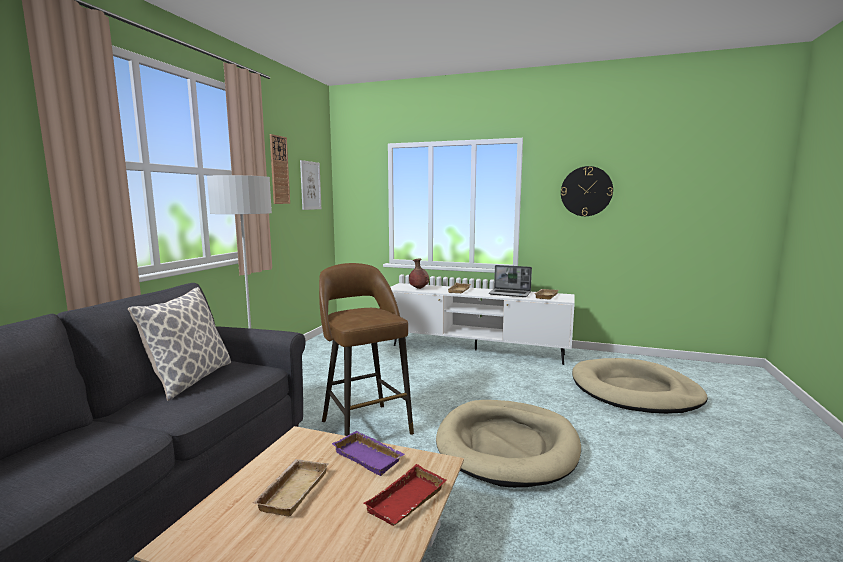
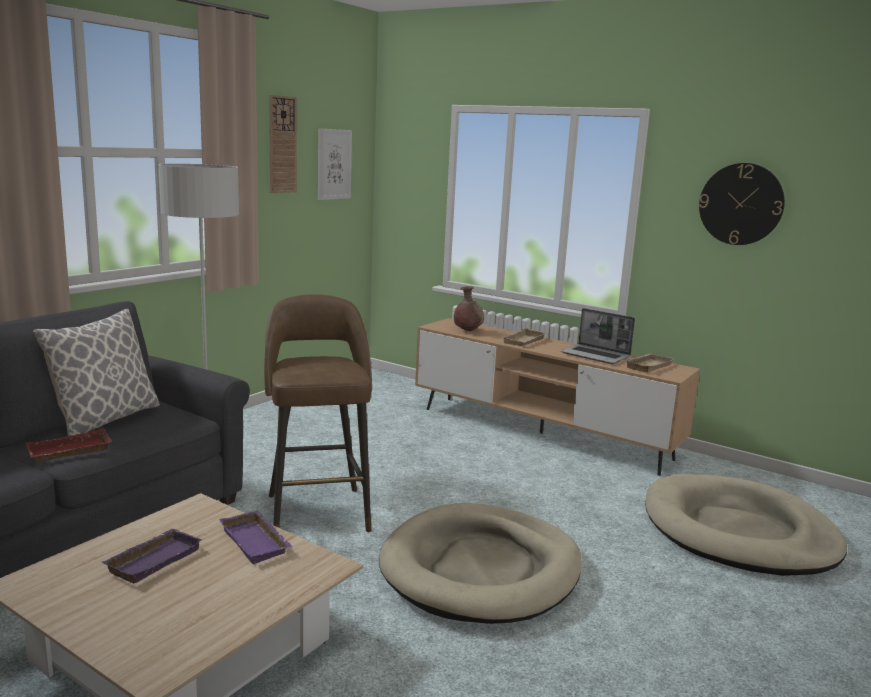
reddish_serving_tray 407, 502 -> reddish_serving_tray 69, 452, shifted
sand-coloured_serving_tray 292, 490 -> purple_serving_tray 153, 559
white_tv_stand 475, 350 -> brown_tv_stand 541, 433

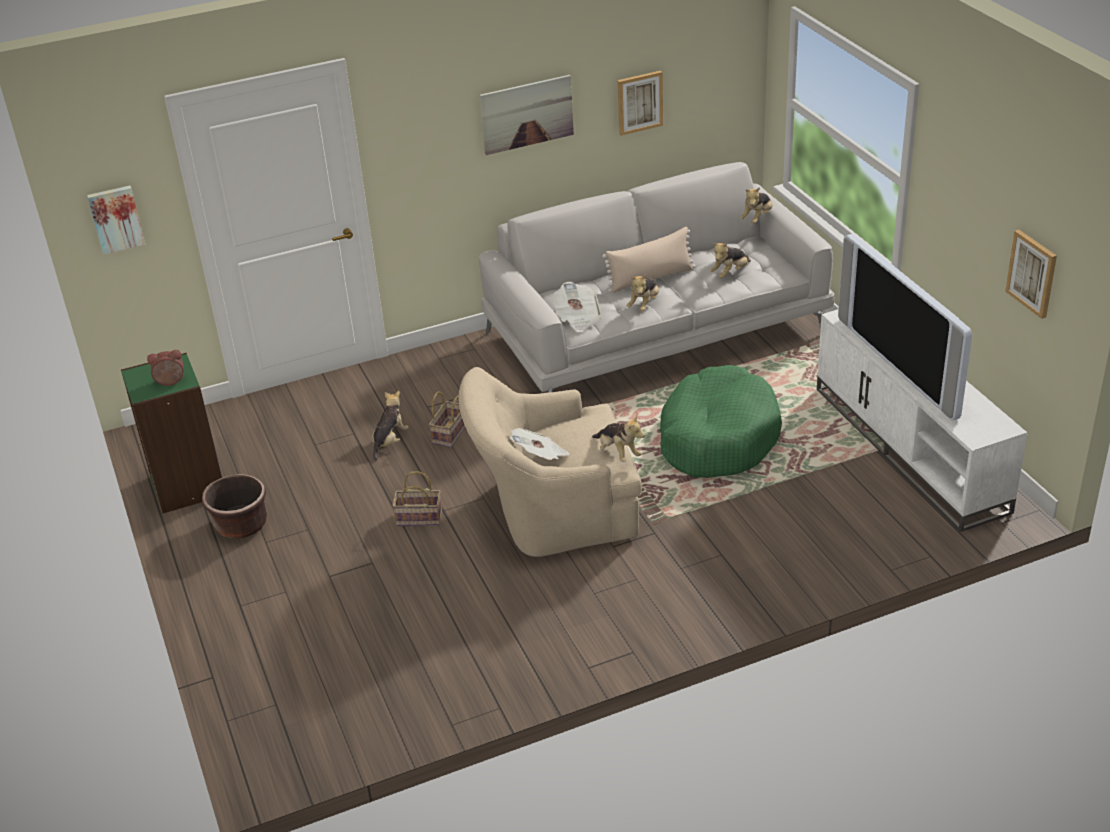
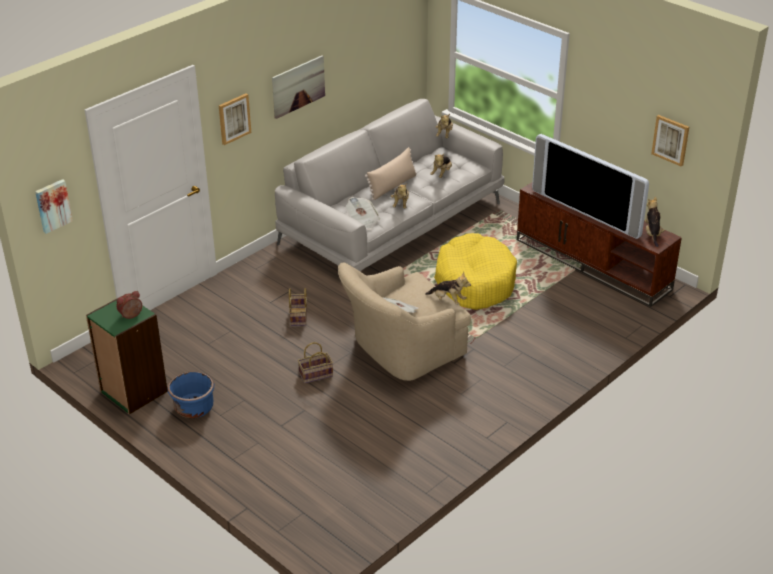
brown_plant_pot 241, 525 -> blue-coloured_plant_pot 193, 408
wall_art 639, 102 -> wall_art 234, 118, shifted
green_dog_cushion 717, 437 -> yellow_dog_cushion 475, 282
white_tv_stand 911, 448 -> brown_tv_stand 593, 264
cuddly_toy 390, 441 -> cuddly_toy 652, 233, shifted

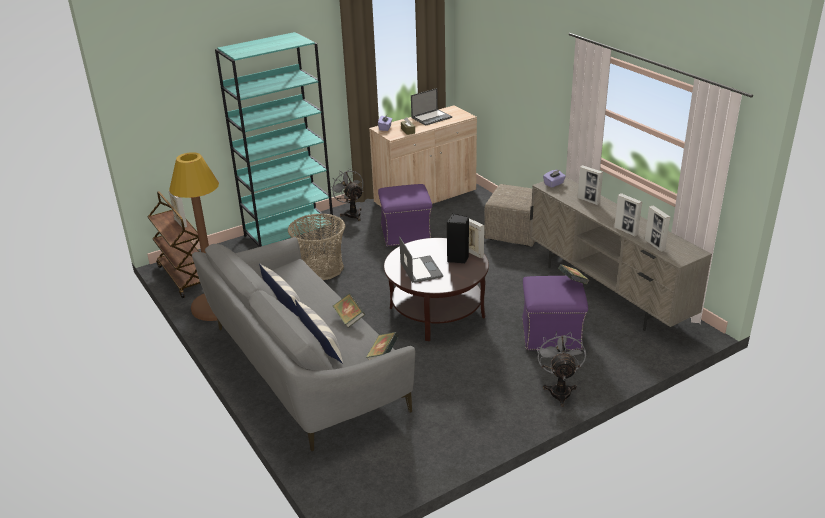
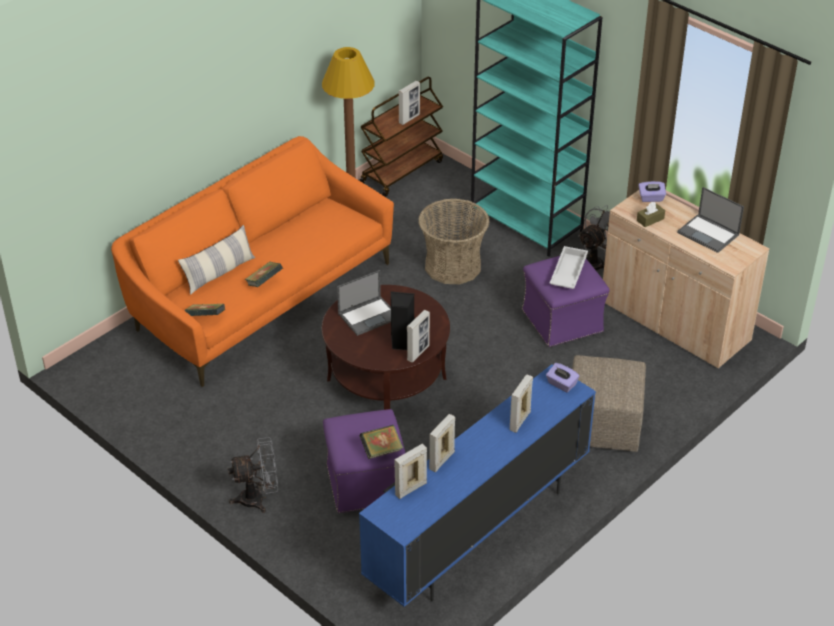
greyish_sofa 303, 367 -> orange_sofa 260, 296
sand-coloured_tv_stand 607, 292 -> blue-coloured_tv_stand 477, 533
none -> white_serving_tray 567, 272
cushion 284, 304 -> none

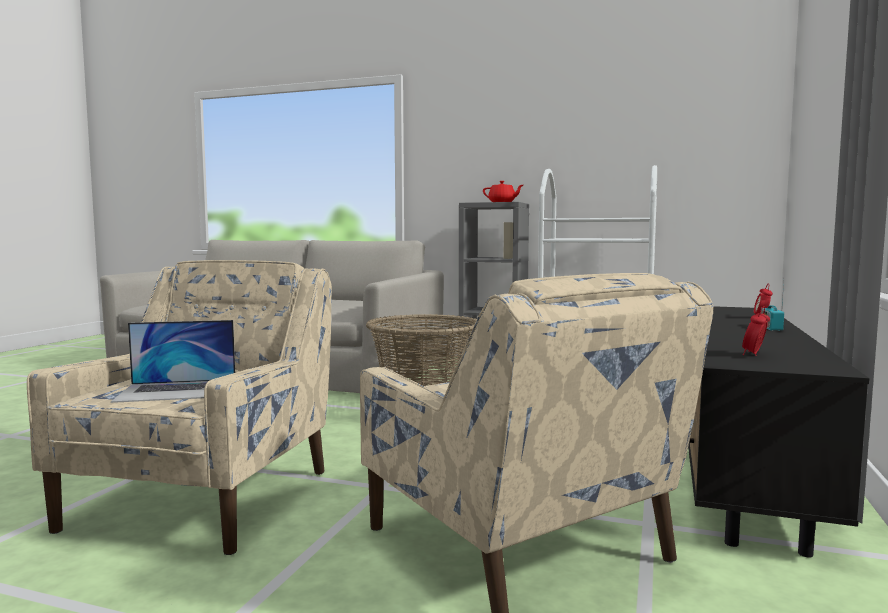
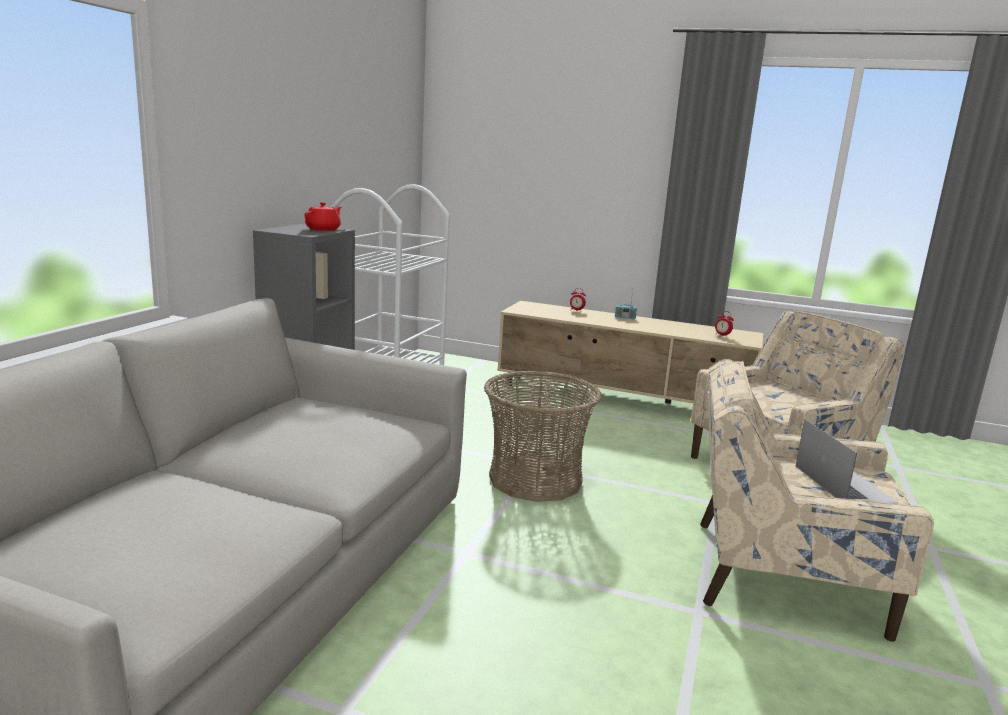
black_tv_stand 736, 461 -> sand-coloured_tv_stand 622, 400

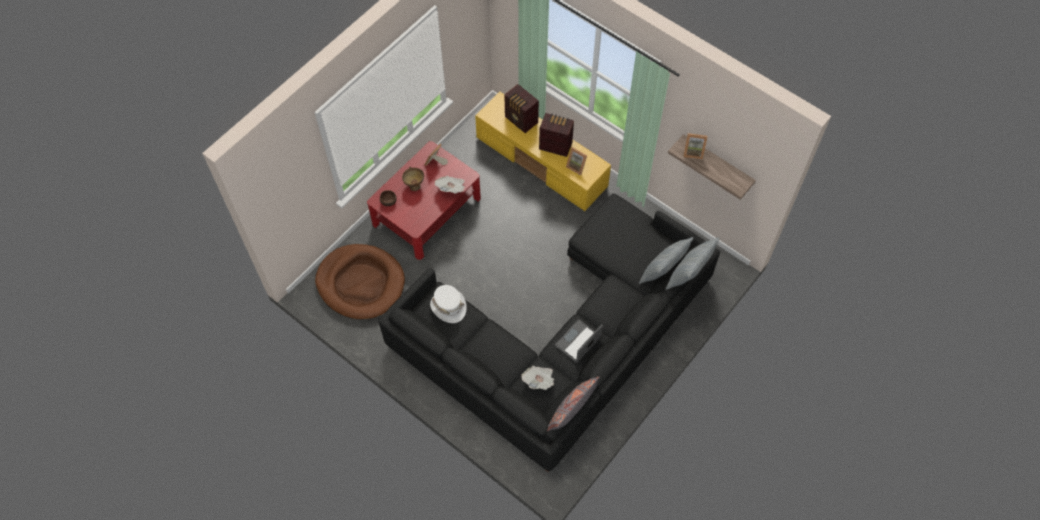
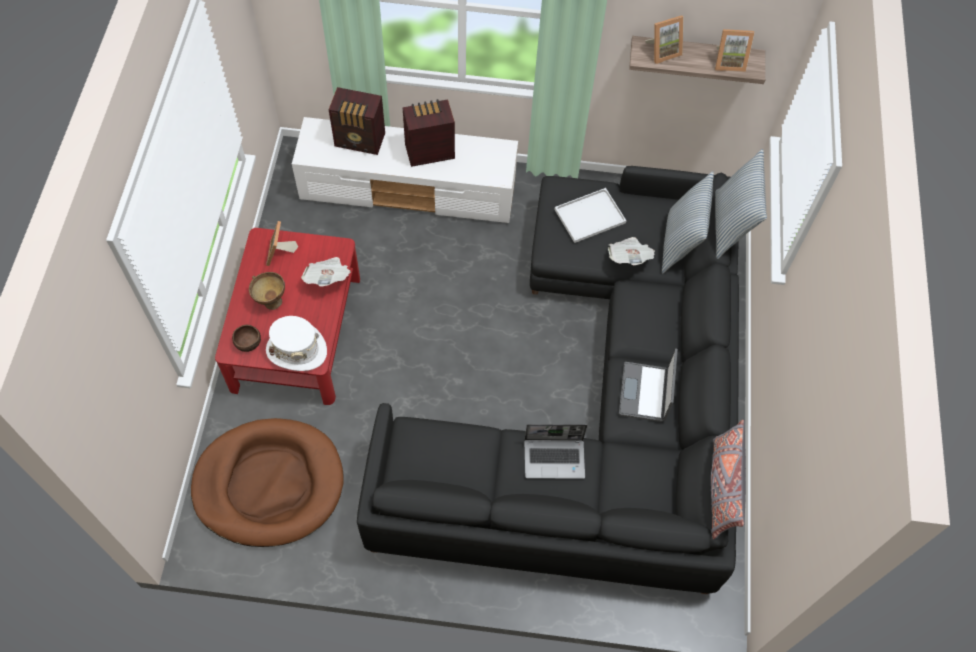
white_clothing_hat 448, 307 -> white_clothing_hat 296, 350, shifted
yellow_tv_stand 542, 163 -> white_tv_stand 410, 189
none -> notebook_computer 555, 458
none -> white_serving_tray 589, 217
daily_paper 539, 380 -> daily_paper 629, 258, shifted
photo_frame 577, 166 -> photo_frame 729, 62, shifted

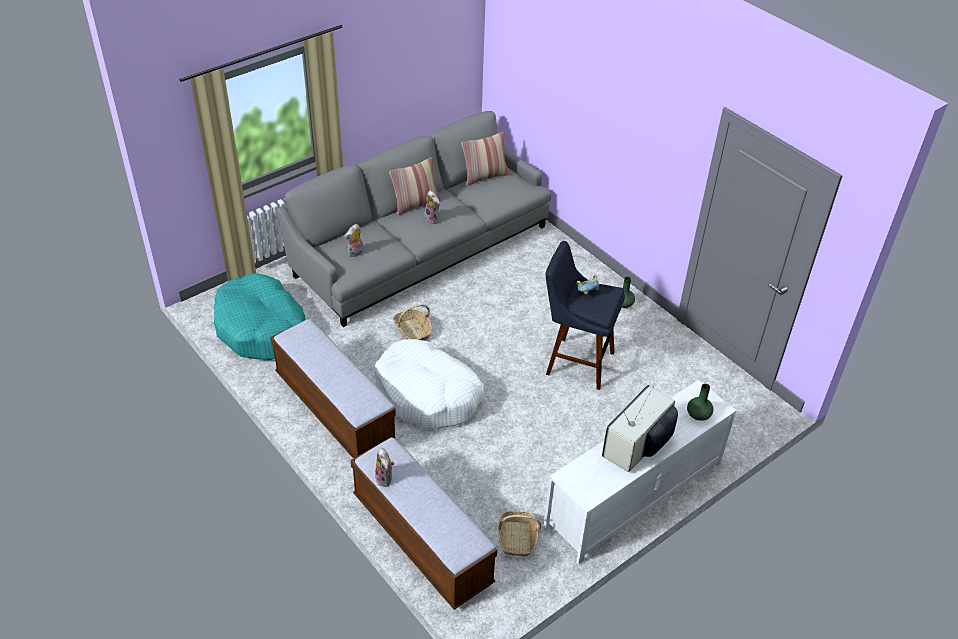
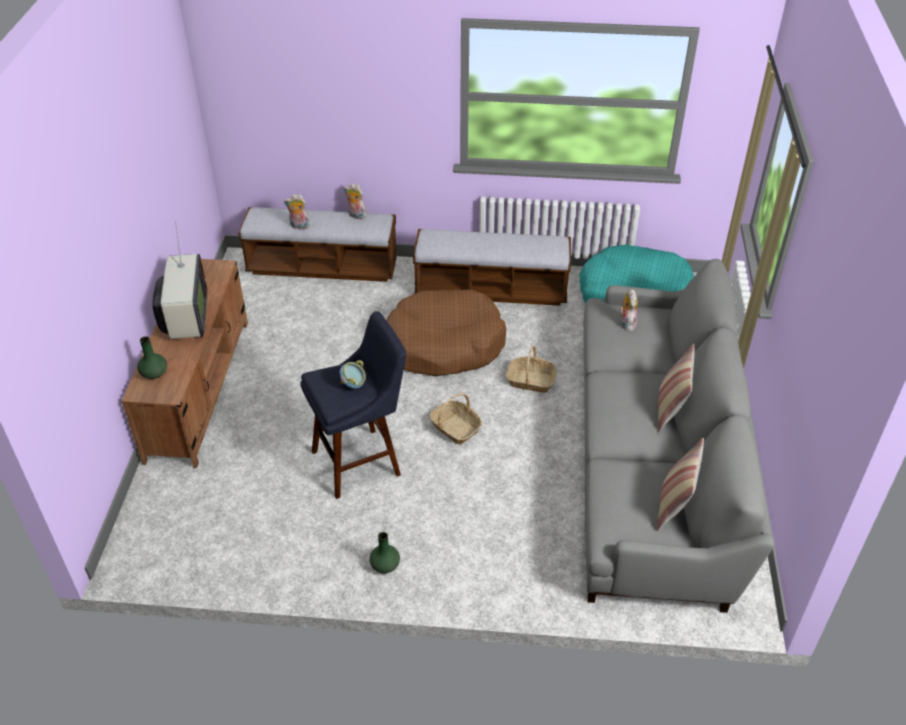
white_tv_stand 633, 495 -> brown_tv_stand 199, 388
cuddly_toy 433, 219 -> cuddly_toy 299, 226, shifted
white_dog_cushion 428, 394 -> brown_dog_cushion 444, 344
basket 517, 538 -> basket 455, 428, shifted

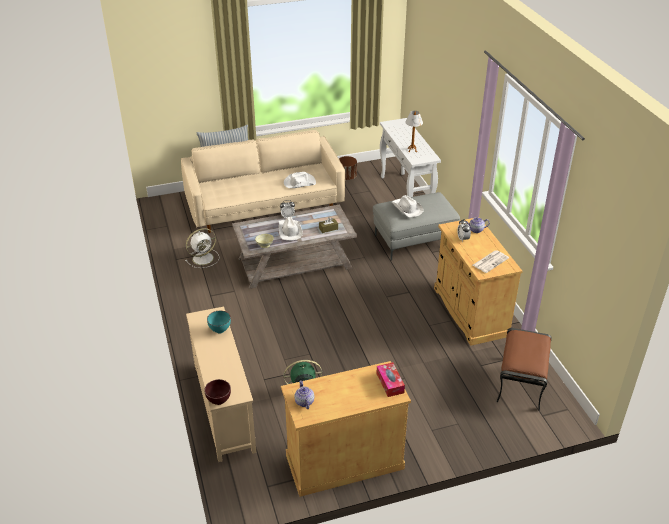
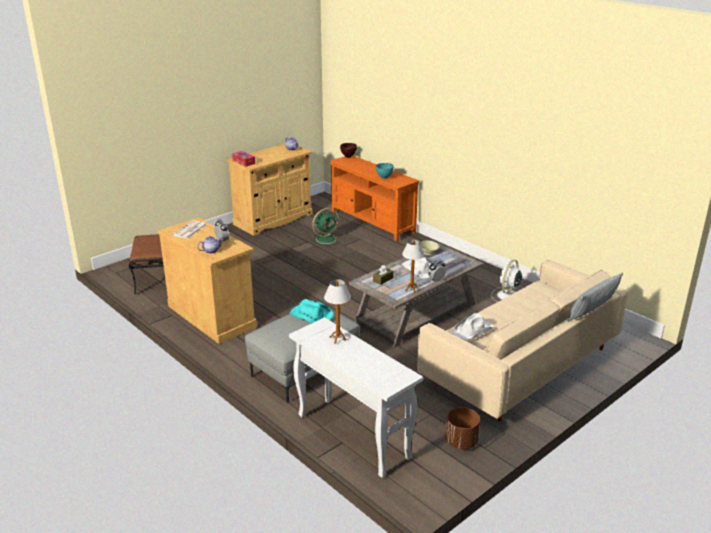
white_clothing_hat 407, 208 -> turquoise_clothing_hat 311, 315
sand-coloured_tv_stand 223, 408 -> orange_tv_stand 372, 222
none -> table_lamp 411, 289

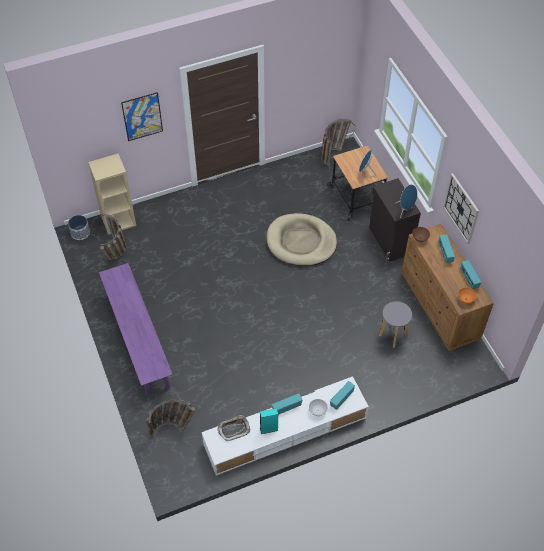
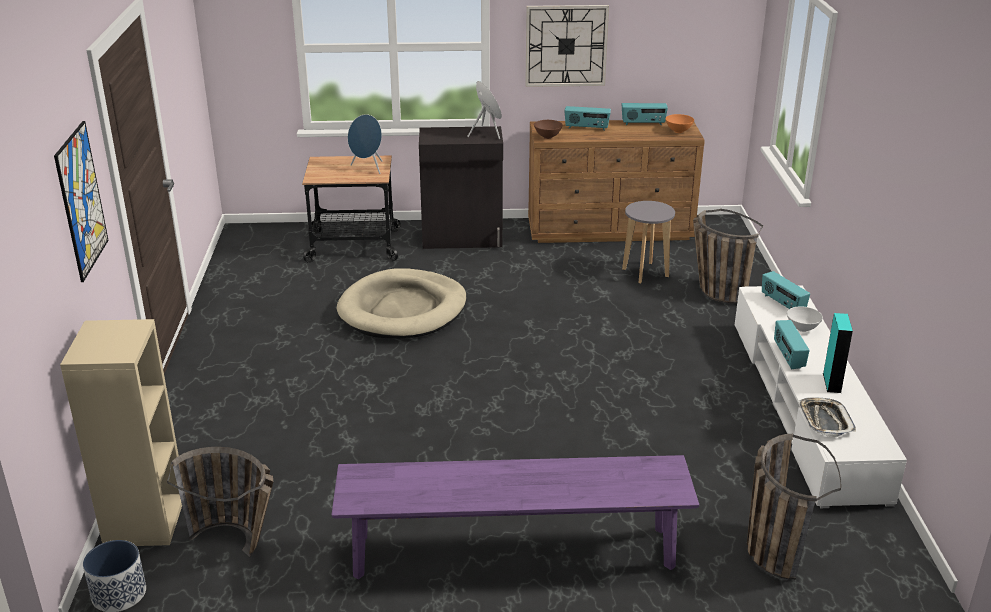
basket 334, 153 -> basket 713, 289, shifted

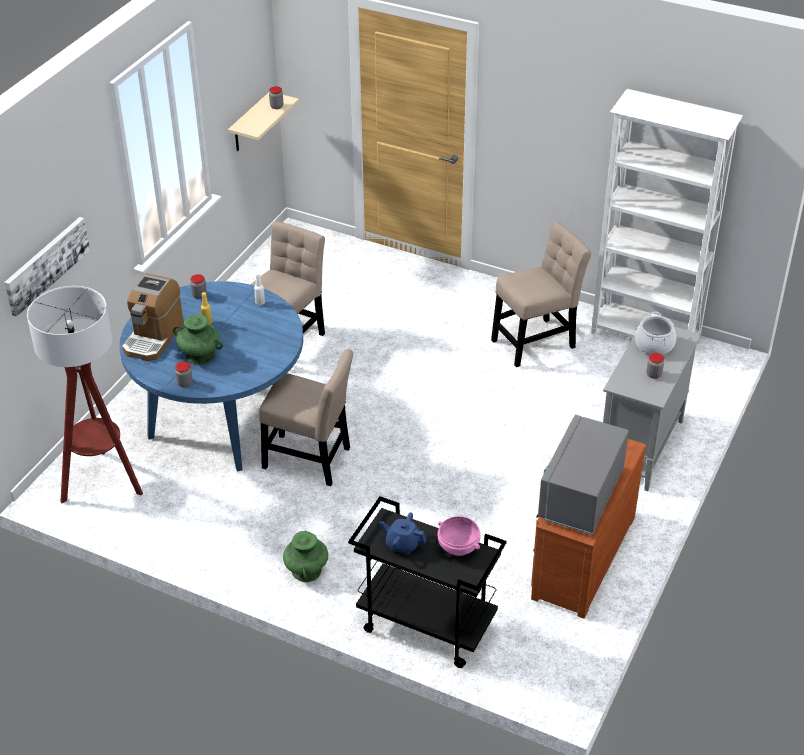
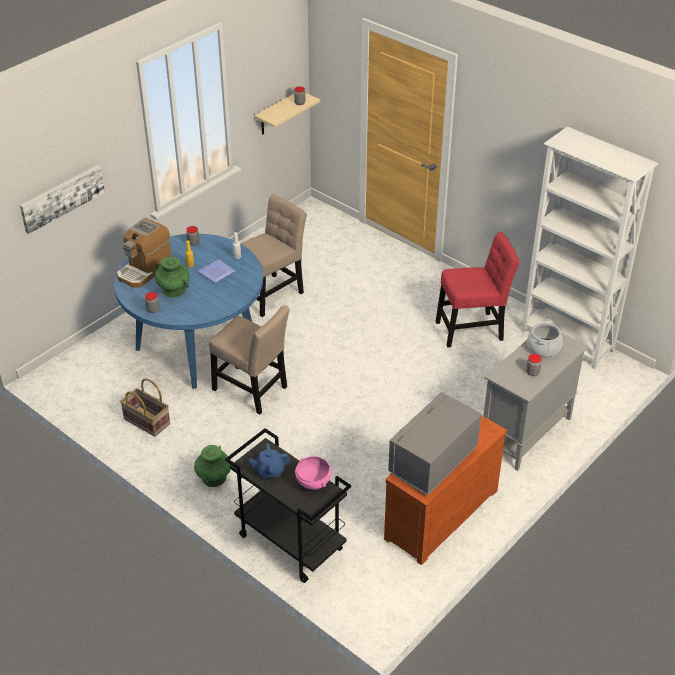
none -> basket 146, 422
none -> flat_dish 215, 272
blue-coloured_teapot 403, 544 -> blue-coloured_teapot 269, 470, 45 degrees counterclockwise
sand-coloured_upright_chair 536, 342 -> reddish_upright_chair 472, 329
floor_lamp 102, 482 -> none

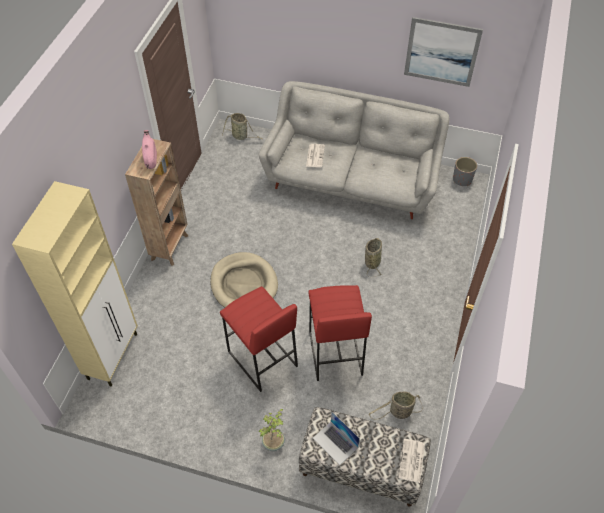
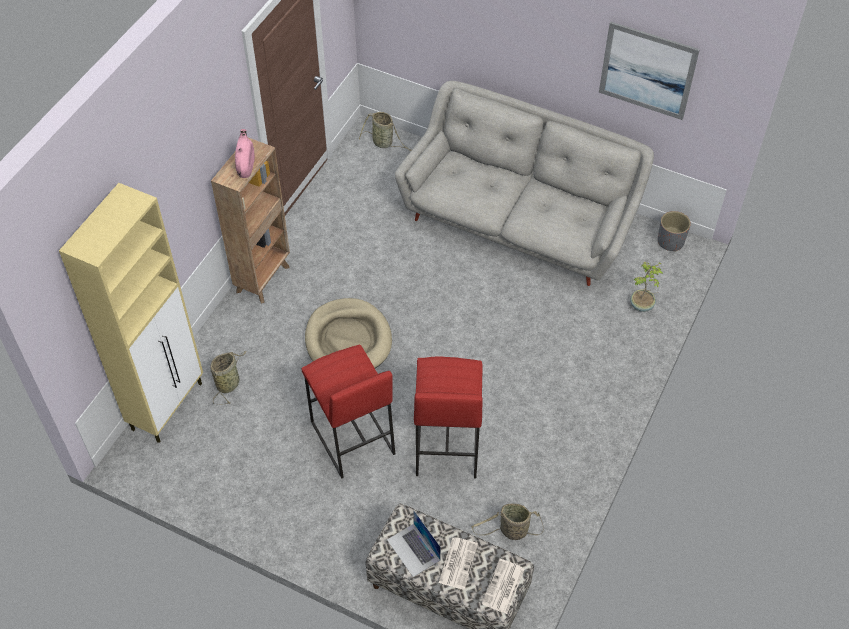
basket 372, 261 -> basket 229, 383, shifted
daily_paper 315, 155 -> daily_paper 458, 562, shifted
plant_in_a_pot 274, 442 -> plant_in_a_pot 642, 305, shifted

